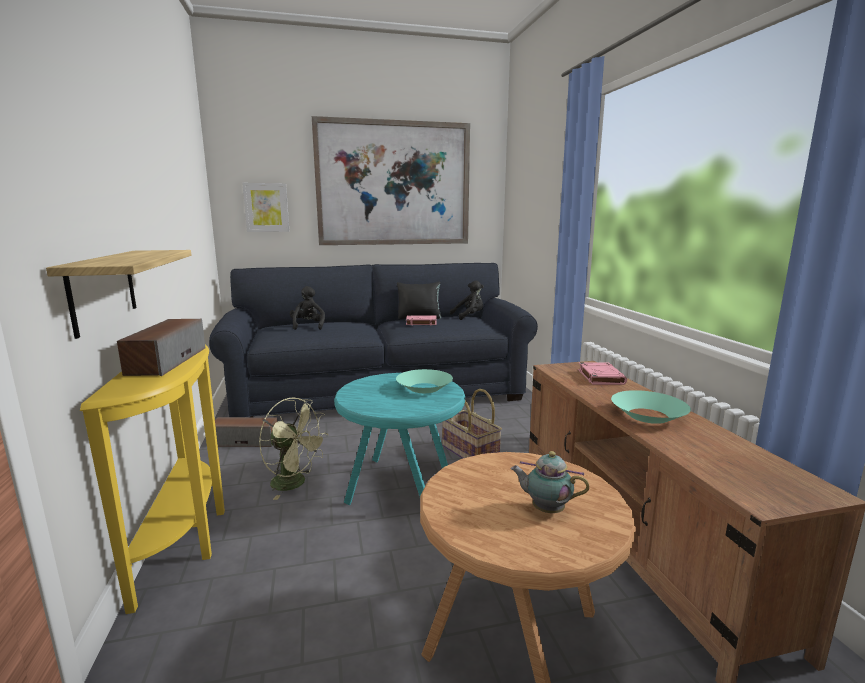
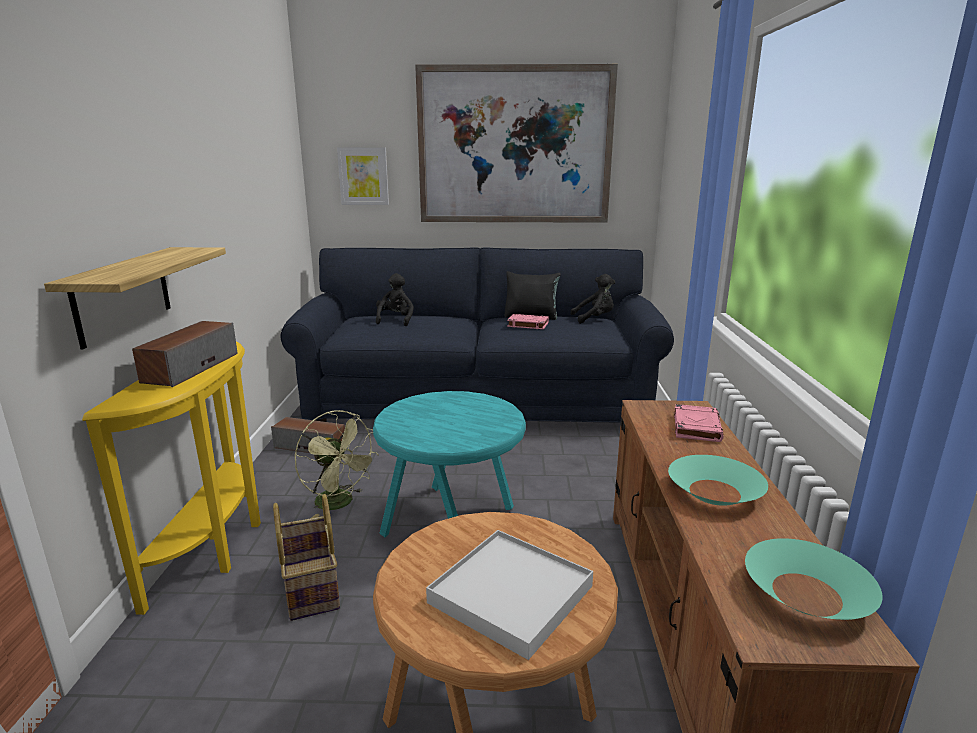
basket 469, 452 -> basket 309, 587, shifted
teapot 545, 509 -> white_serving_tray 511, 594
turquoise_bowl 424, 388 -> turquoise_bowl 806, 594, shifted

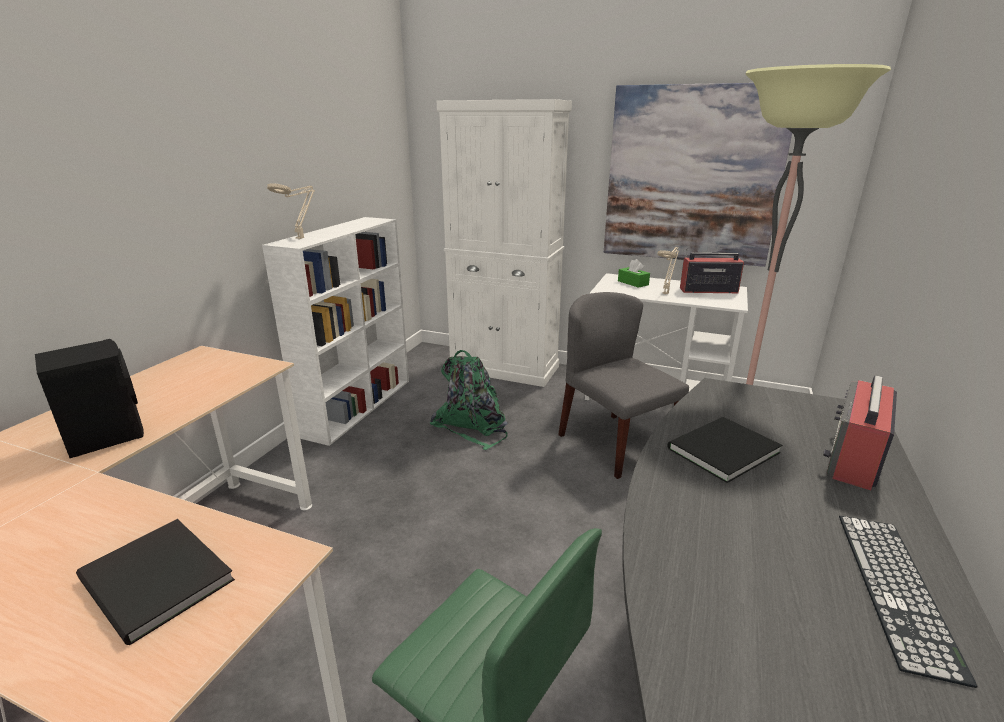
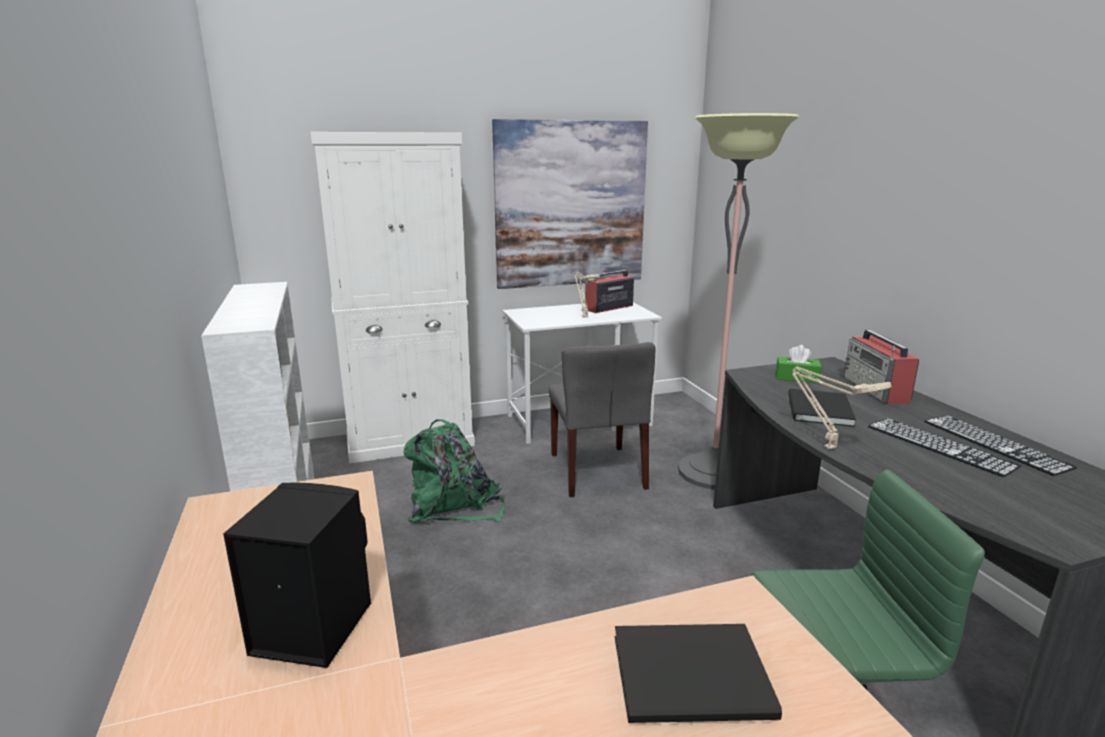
greyish_upright_chair 614, 444 -> greyish_upright_chair 598, 471, 120 degrees counterclockwise
green_box_of_tissues 633, 283 -> green_box_of_tissues 797, 377, shifted
sand-coloured_table_lamp 301, 238 -> sand-coloured_table_lamp 827, 446, shifted
none -> computer_keyboard 939, 446

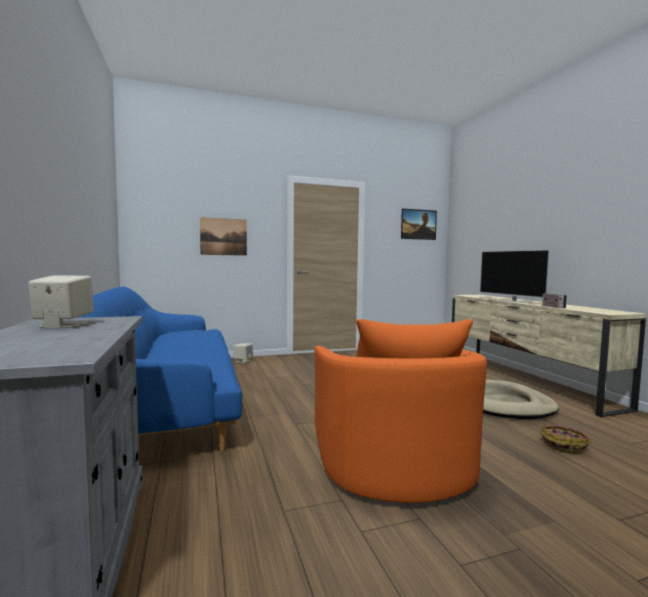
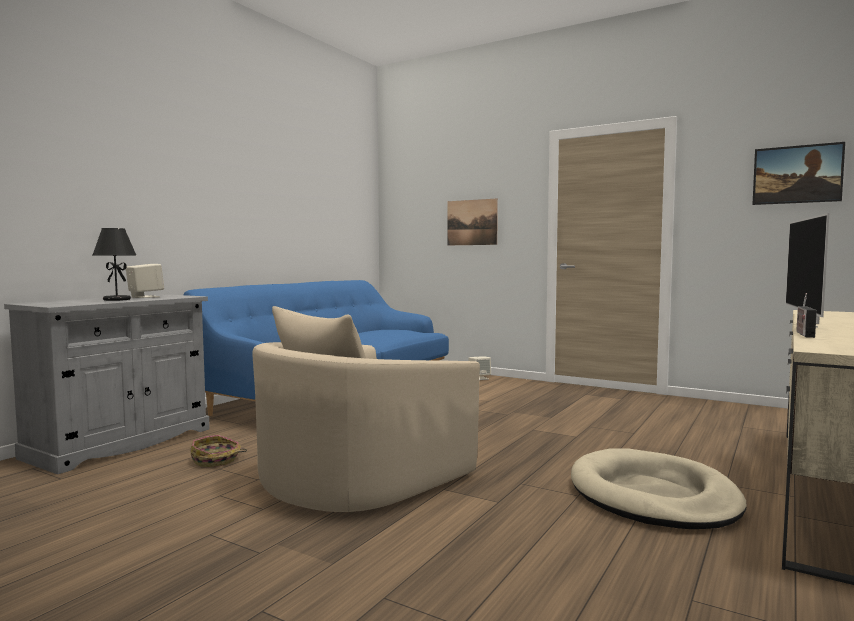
none -> black_table_lamp 116, 300
basket 564, 445 -> basket 216, 460, shifted
orange_armchair 391, 458 -> sand-coloured_armchair 359, 477

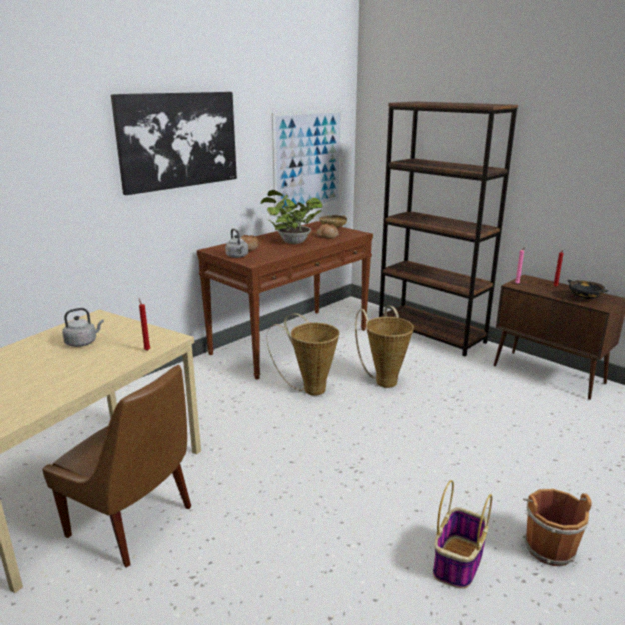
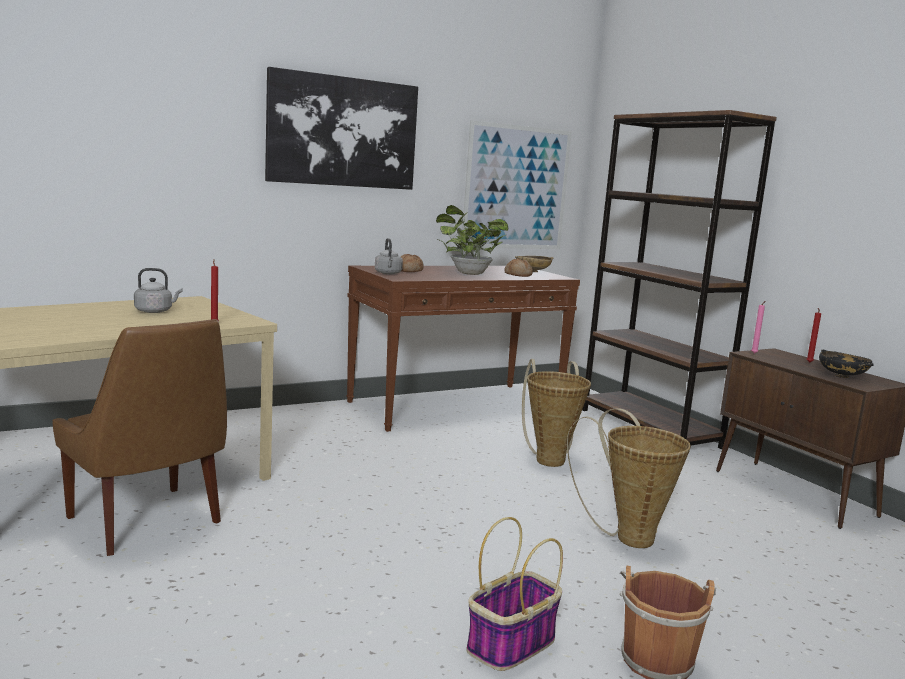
basket 309, 389 -> basket 627, 536, shifted

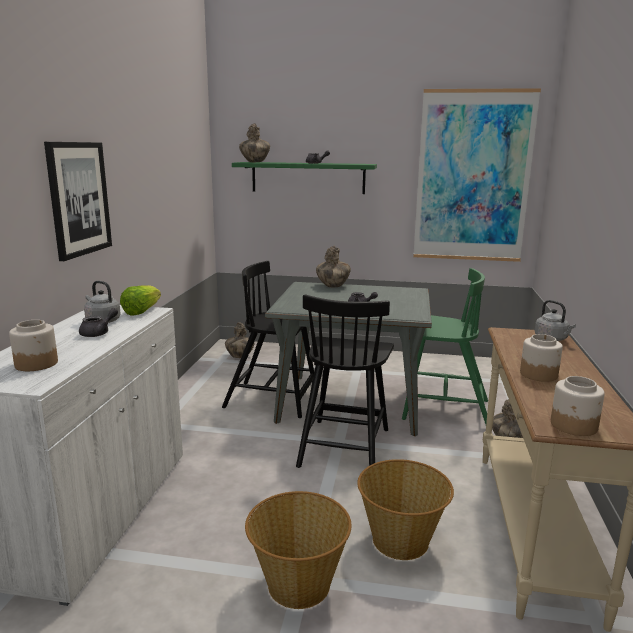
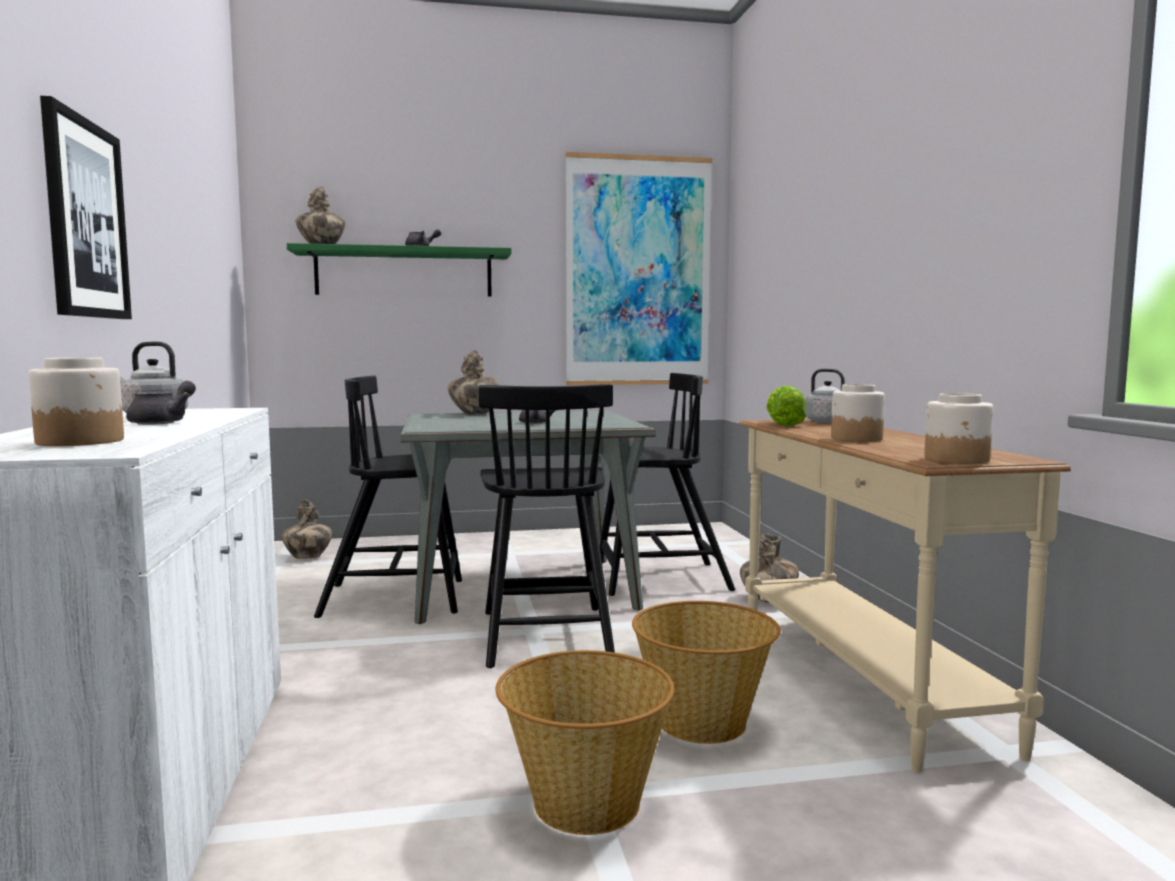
green_upright_chair 444, 409 -> black_upright_chair 659, 579
lettuce_head 141, 311 -> lettuce_head 782, 424, shifted

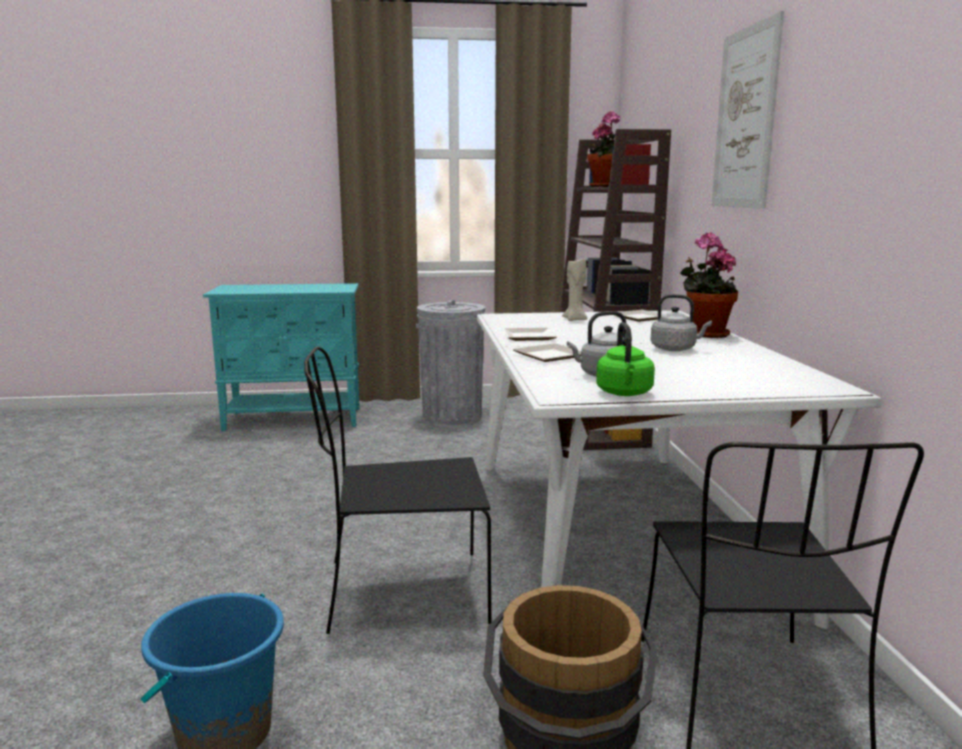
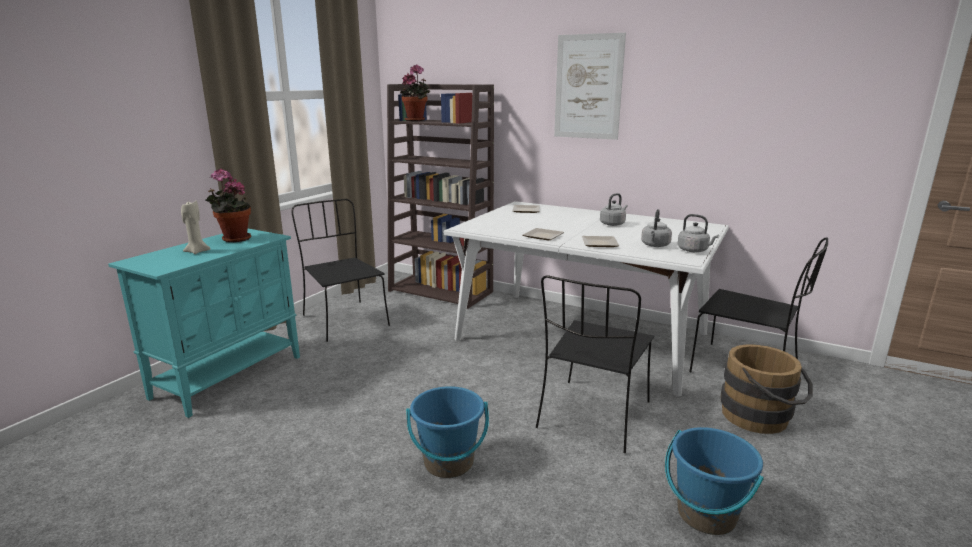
sand-coloured_wax_light 575, 319 -> sand-coloured_wax_light 197, 251, shifted
plant_in_a_pot 705, 334 -> plant_in_a_pot 234, 239, shifted
greyish_trash_can 452, 415 -> black_upright_chair 344, 320
none -> blue-coloured_bucket 448, 463
green_tea_kettle 624, 393 -> greyish_tea_kettle 694, 250

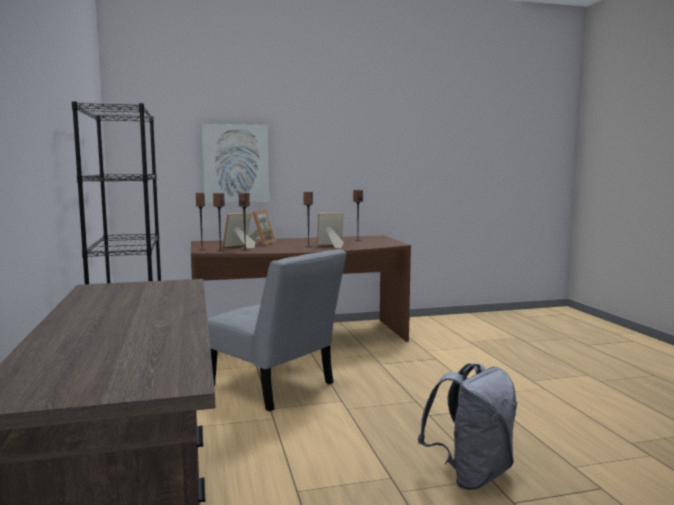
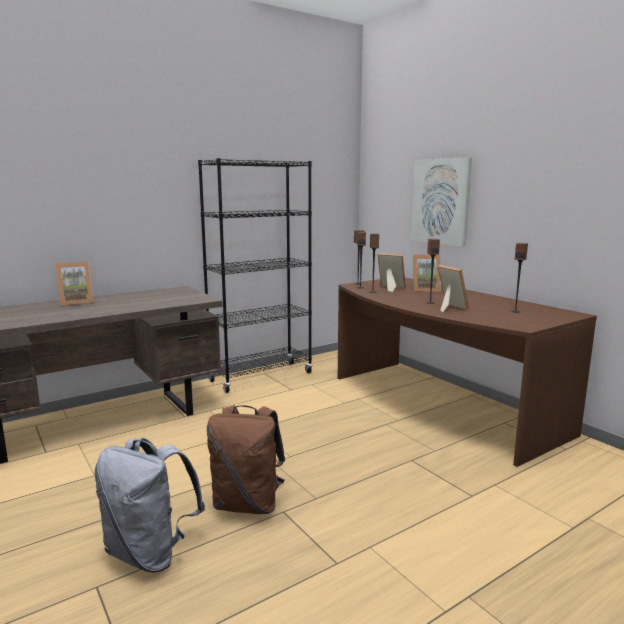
none -> photo_frame 76, 302
none -> brown_rucksack 248, 504
greyish_upright_chair 275, 387 -> none

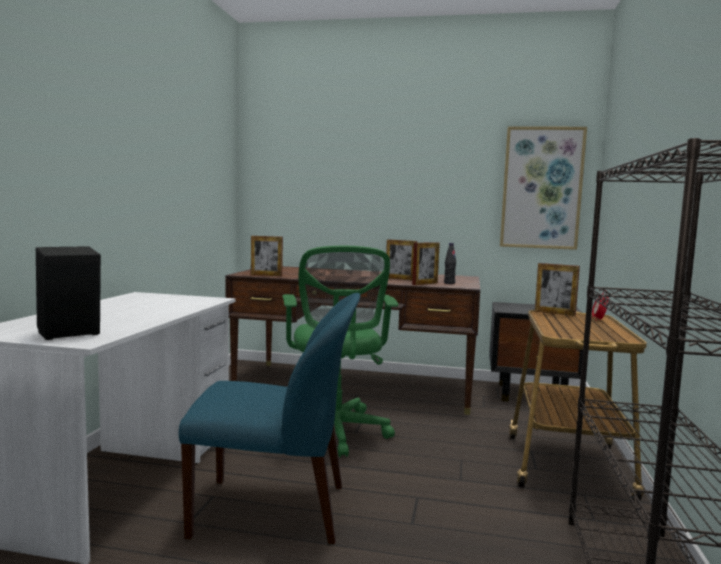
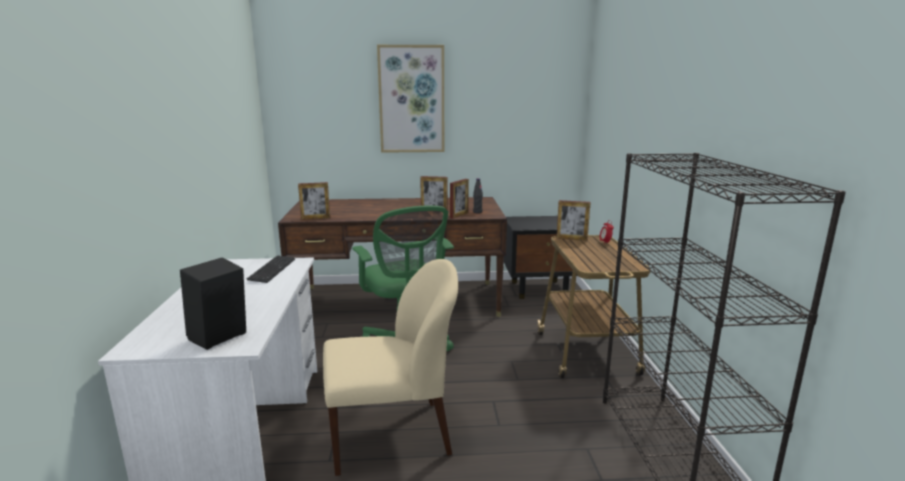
none -> computer_keyboard 272, 270
blue-coloured_upright_chair 274, 511 -> sand-coloured_upright_chair 392, 435
wall_art 541, 188 -> wall_art 411, 99, shifted

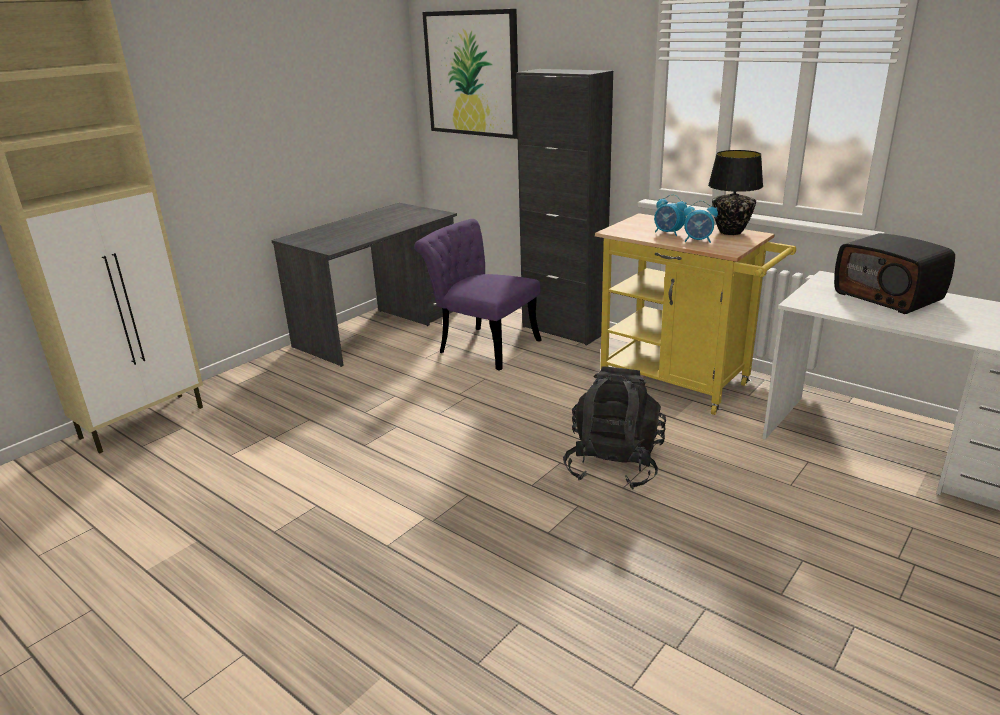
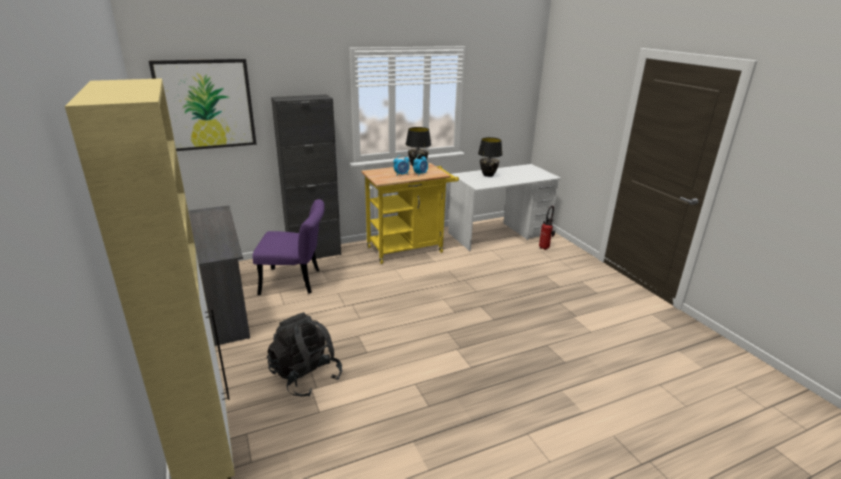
purple_upright_chair 482, 345 -> purple_upright_chair 296, 282, 150 degrees counterclockwise
black_rucksack 613, 465 -> black_rucksack 306, 376, shifted
radio_set 888, 296 -> black_table_lamp 488, 175
none -> fire-fighting_cylinder 545, 247

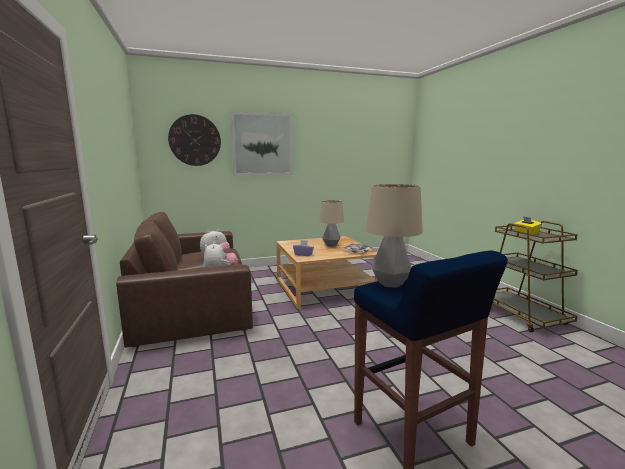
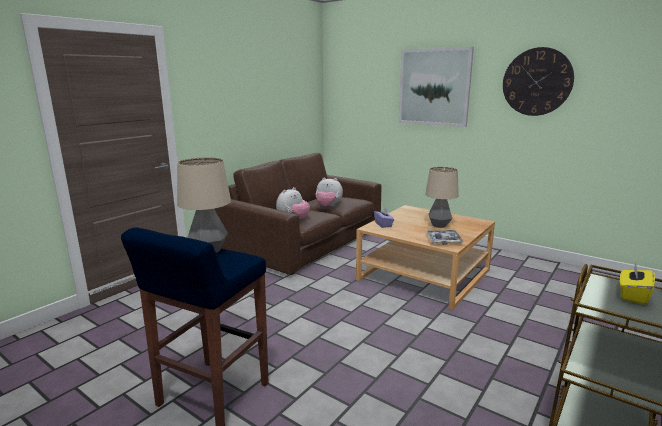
clock_on_the_wall 195, 140 -> clock_on_the_wall 537, 82, shifted

